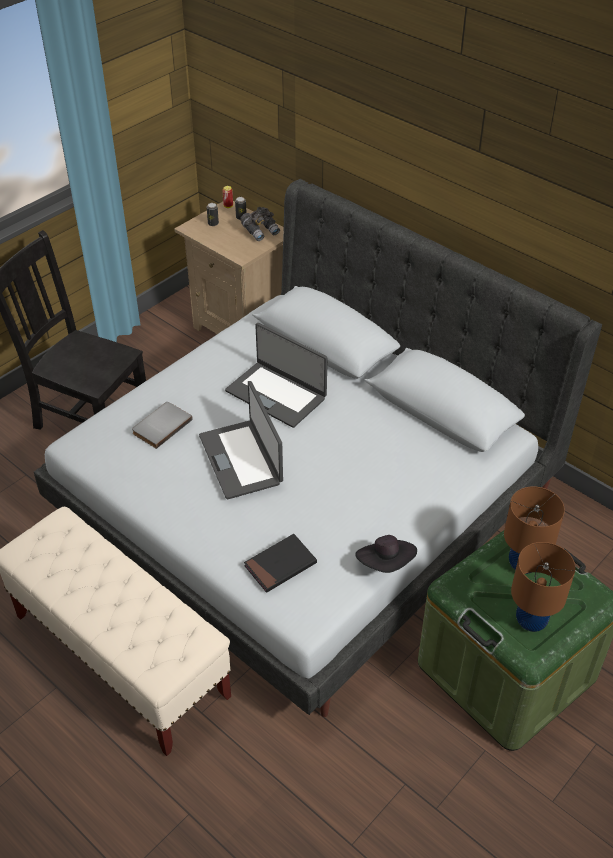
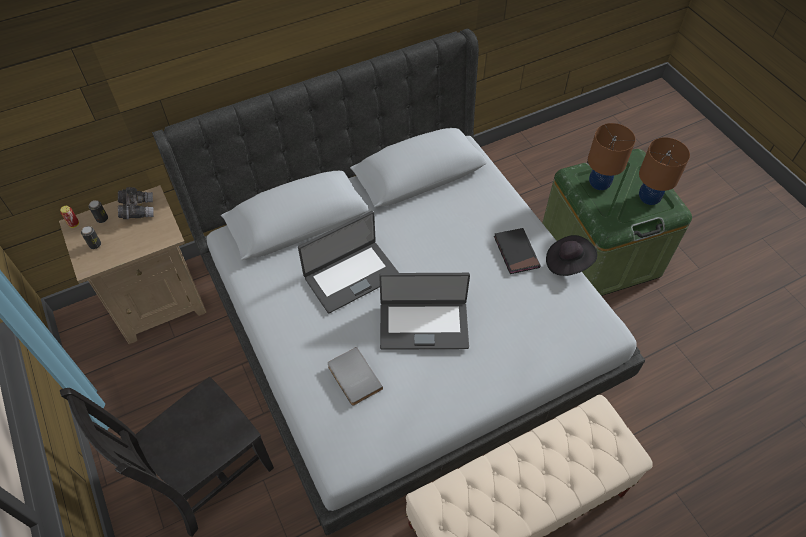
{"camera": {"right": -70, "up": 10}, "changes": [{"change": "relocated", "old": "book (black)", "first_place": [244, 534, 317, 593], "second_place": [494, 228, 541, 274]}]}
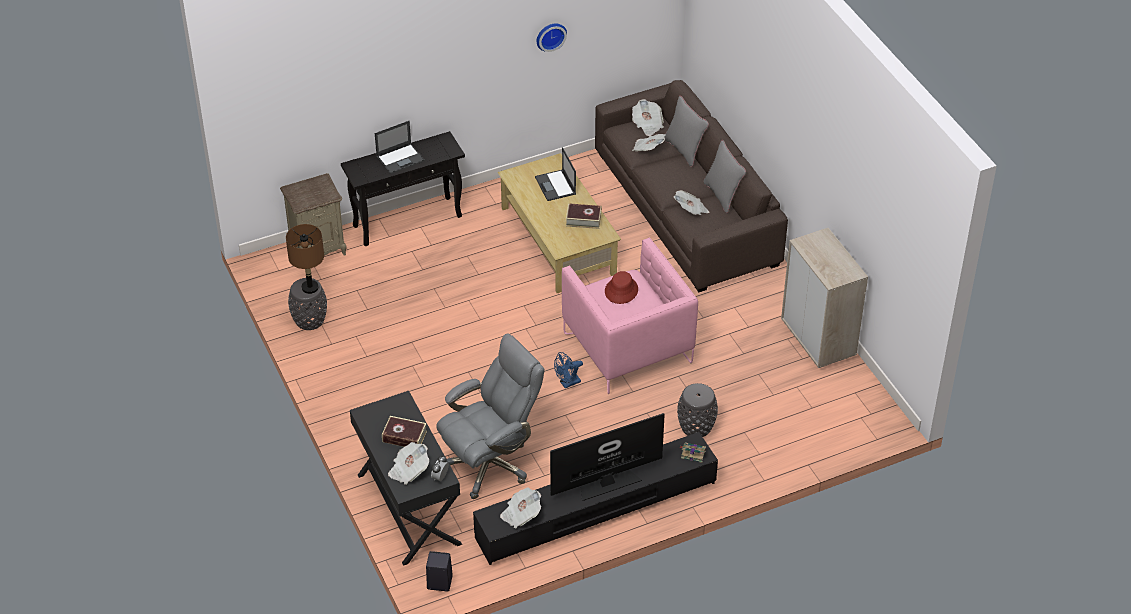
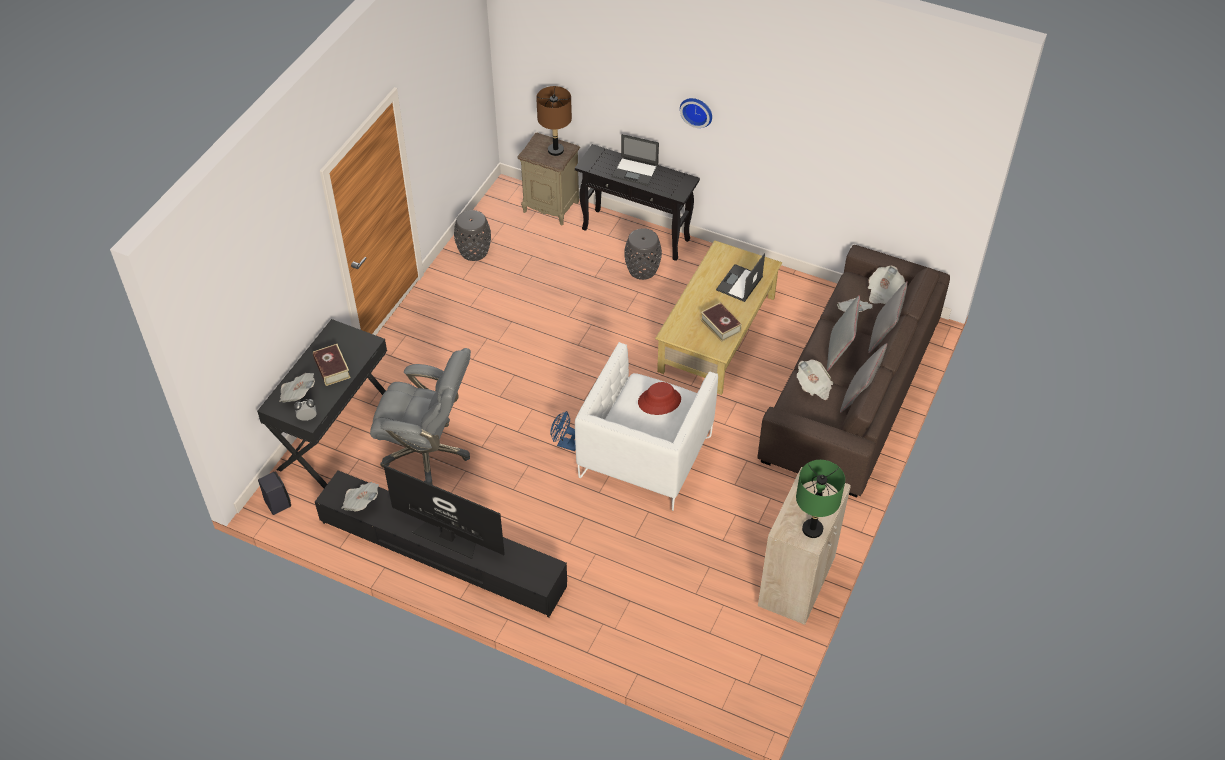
{"camera": {"right": 50, "up": 5}, "changes": [{"change": "relocated", "old": "wall clock", "first_place": [537, 24, 567, 52], "second_place": [680, 98, 712, 128]}, {"change": "relocated", "old": "table lamp (brown)", "first_place": [286, 224, 324, 294], "second_place": [536, 86, 572, 156]}, {"change": "colour", "old": "armchair (pink)", "new": "armchair (white)", "first_place": [562, 238, 698, 394], "second_place": [575, 342, 718, 511]}, {"change": "relocated", "old": "stool (grey)", "first_place": [677, 383, 718, 437], "second_place": [624, 228, 662, 280]}, {"change": "missing", "old": "book", "first_place": [680, 442, 706, 463]}, {"change": "appeared", "new": "pillow (grey)", "second_place": [827, 295, 860, 371]}, {"change": "appeared", "new": "table lamp (green)", "second_place": [796, 460, 845, 538]}]}
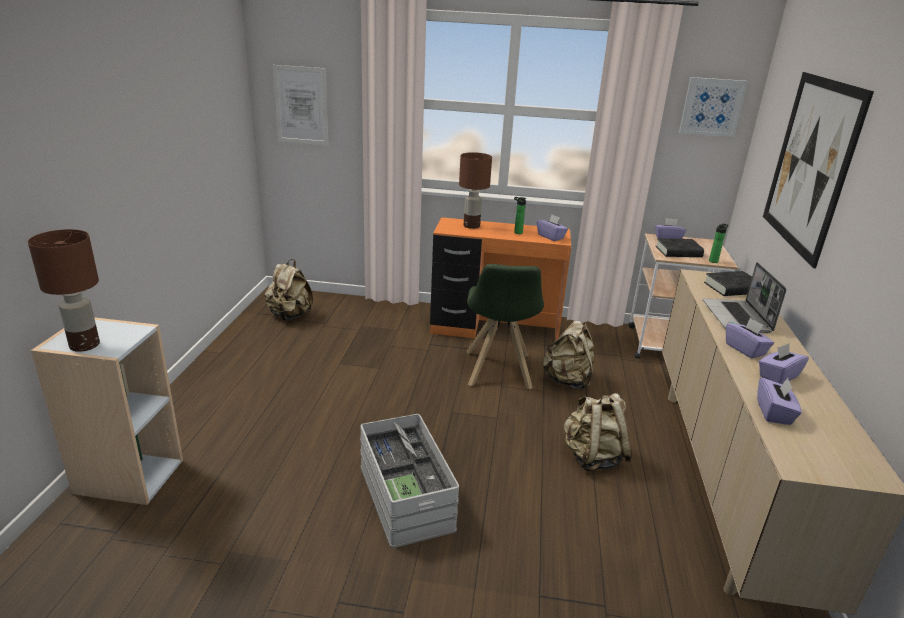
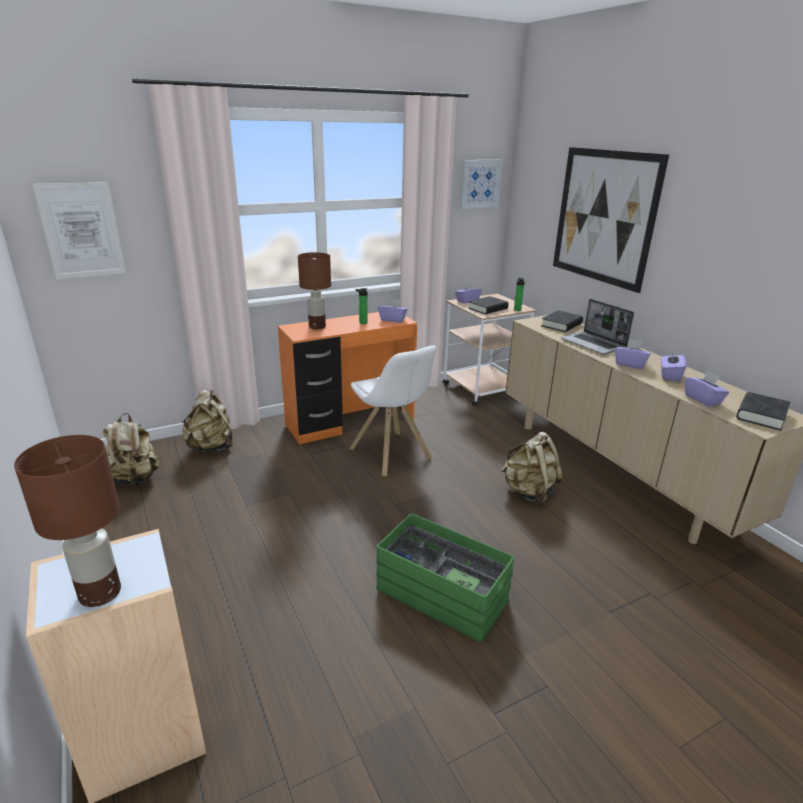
{"camera": {"right": -35, "up": 0}, "changes": [{"change": "colour", "old": "chair (green)", "new": "chair (white)", "first_place": [466, 264, 544, 390], "second_place": [349, 345, 437, 477]}, {"change": "relocated", "old": "backpack (beige)", "first_place": [543, 321, 595, 390], "second_place": [182, 390, 233, 451]}, {"change": "colour", "old": "storage box (grey)", "new": "storage box (green)", "first_place": [360, 414, 459, 548], "second_place": [376, 514, 514, 642]}, {"change": "appeared", "new": "book (black)", "second_place": [736, 392, 790, 431]}]}
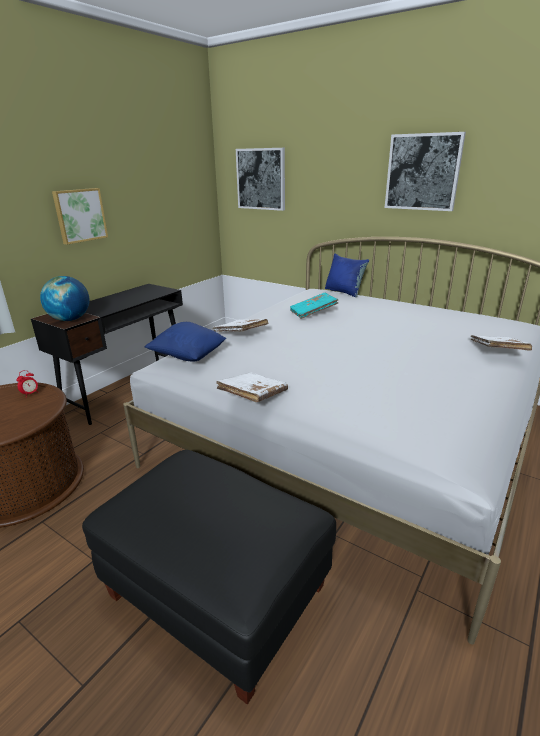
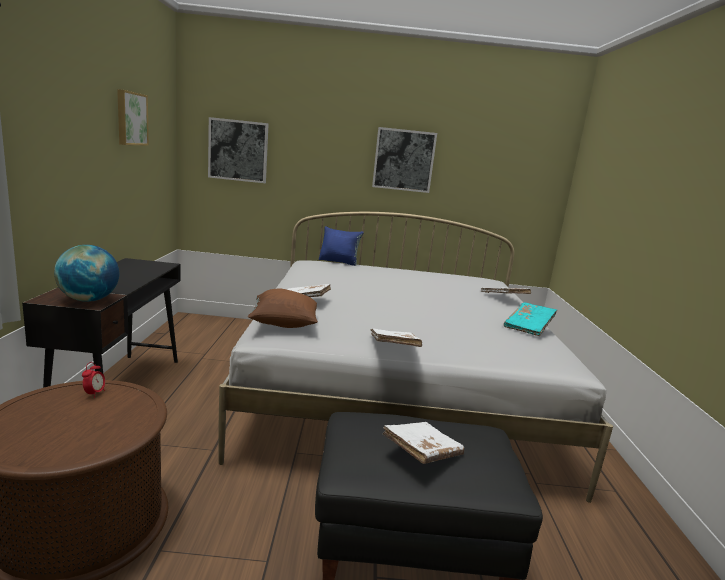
{"camera": {"right": -35, "up": -10}, "changes": [{"change": "relocated", "old": "picture", "first_place": [52, 188, 108, 244], "second_place": [117, 89, 149, 146]}, {"change": "relocated", "old": "book (turquoise)", "first_place": [290, 293, 338, 319], "second_place": [504, 302, 557, 336]}, {"change": "colour", "old": "pillow (blue)", "new": "pillow (brown)", "first_place": [145, 322, 226, 361], "second_place": [248, 288, 318, 328]}, {"change": "appeared", "new": "book (white)", "second_place": [383, 422, 464, 464]}]}
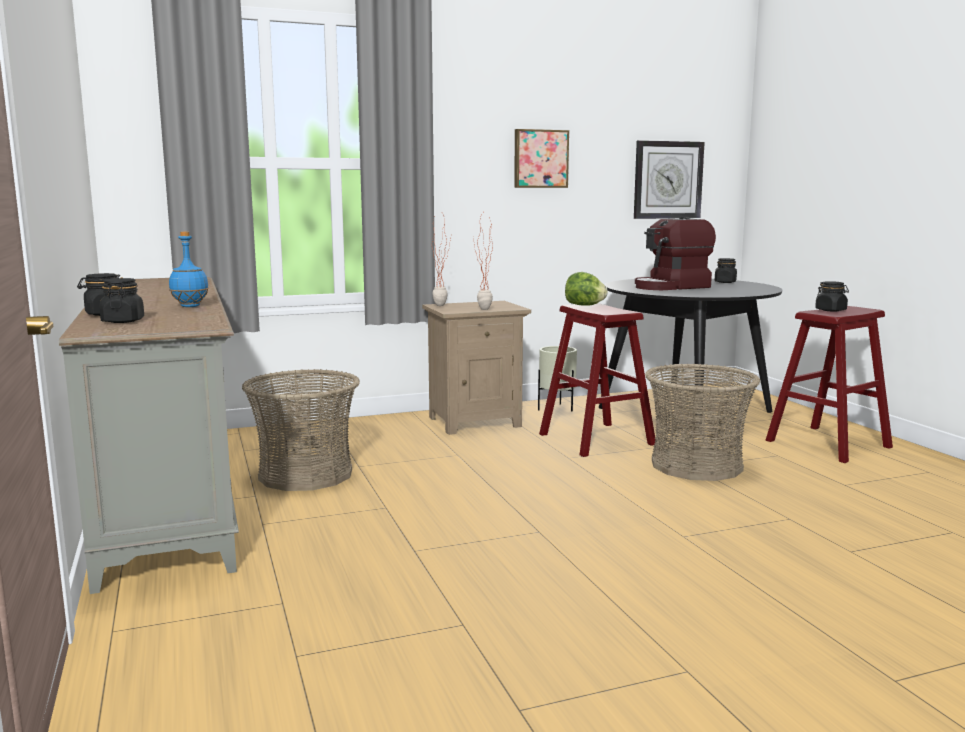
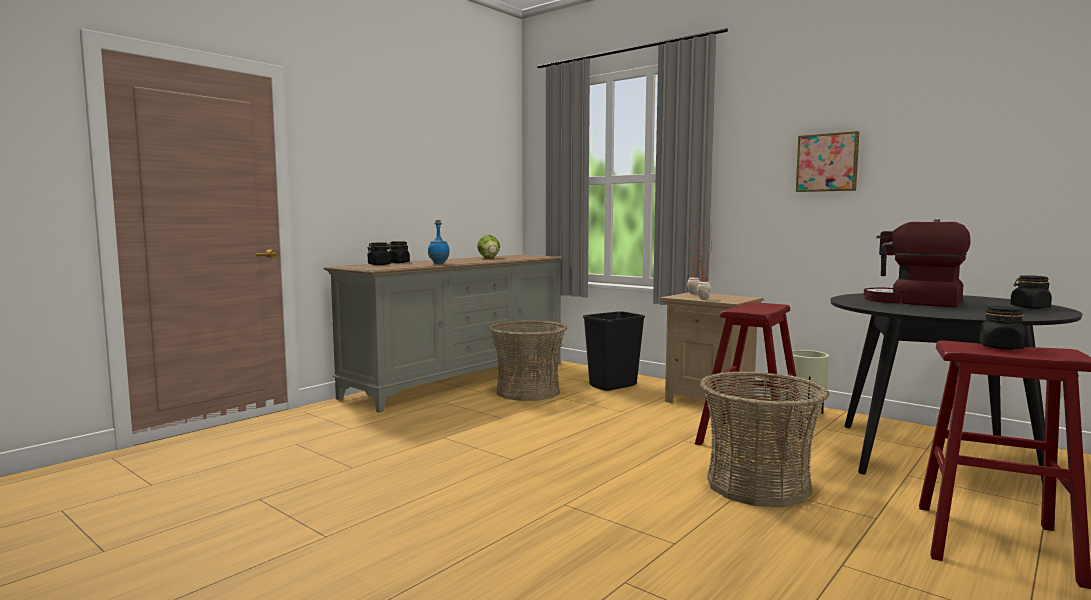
{"camera": {"right": 60, "up": -5}, "changes": [{"change": "missing", "old": "wall clock", "first_place": [634, 140, 705, 219]}, {"change": "relocated", "old": "lettuce", "first_place": [565, 272, 608, 306], "second_place": [477, 235, 500, 258]}, {"change": "appeared", "new": "trash can (black)", "second_place": [583, 311, 645, 391]}]}
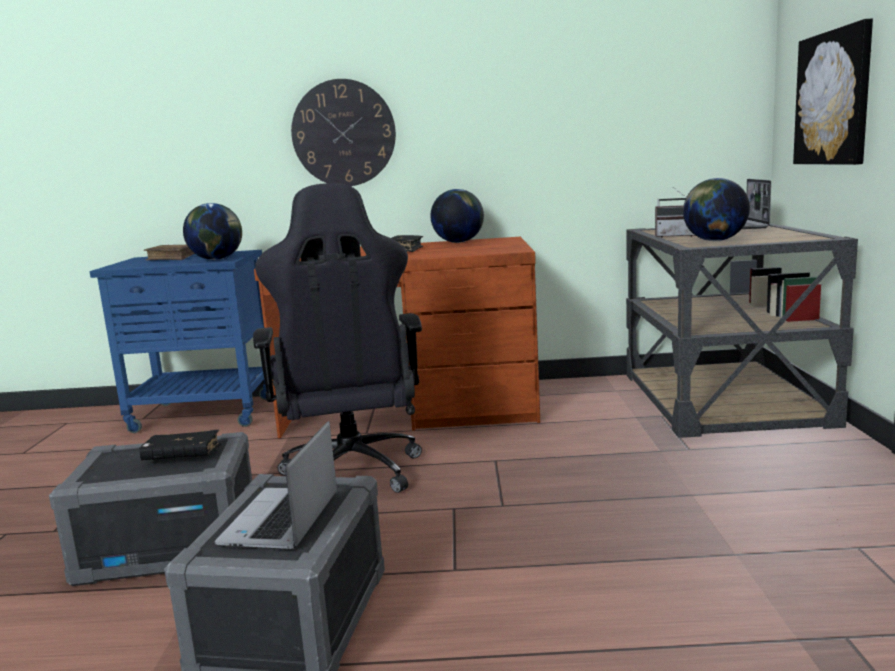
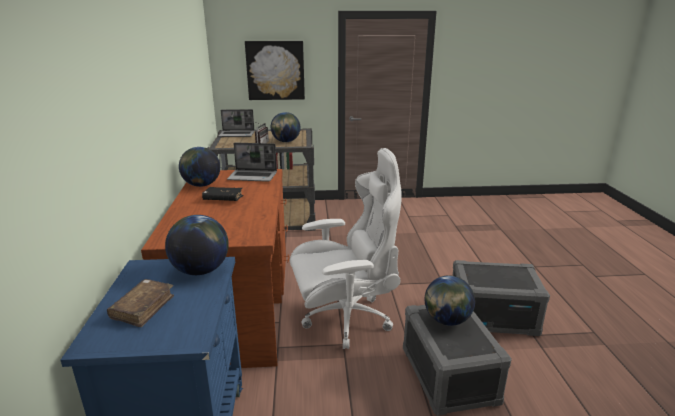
{"camera": {"right": -95, "up": 10}, "changes": [{"change": "missing", "old": "wall clock", "first_place": [291, 79, 396, 186]}, {"change": "colour", "old": "office chair (black)", "new": "office chair (white)", "first_place": [253, 183, 422, 493], "second_place": [290, 148, 401, 349]}, {"change": "relocated", "old": "laptop", "first_place": [215, 421, 337, 550], "second_place": [227, 143, 277, 182]}, {"change": "exchanged", "old": "book (black)", "new": "globe", "first_place": [139, 430, 221, 460], "second_place": [425, 275, 475, 326]}]}
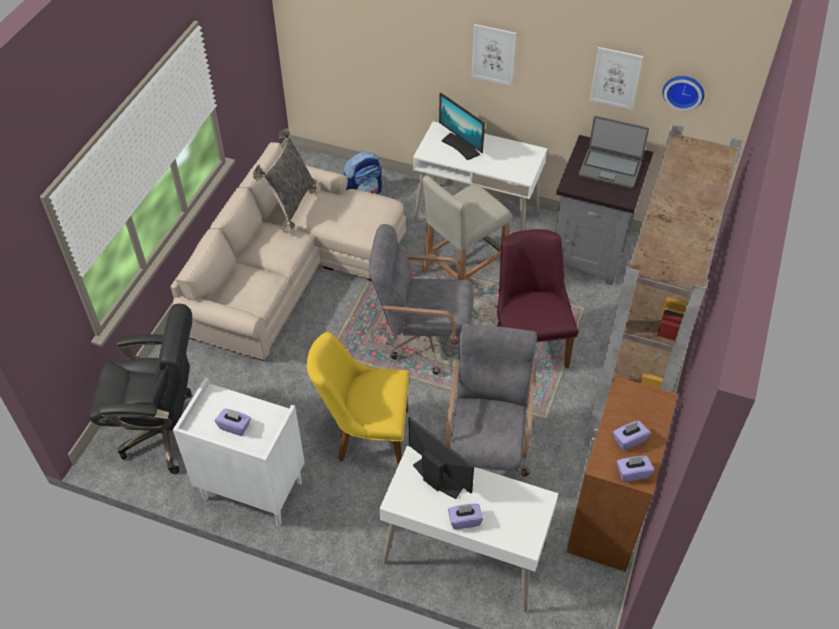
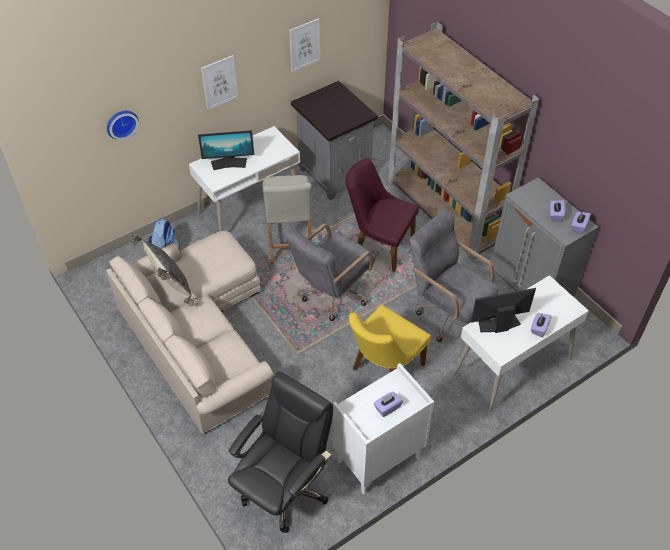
{"camera": {"right": -55, "up": 0}, "changes": [{"change": "relocated", "old": "wall clock", "first_place": [663, 76, 704, 111], "second_place": [107, 111, 139, 140]}, {"change": "missing", "old": "laptop", "first_place": [579, 116, 649, 189]}, {"change": "colour", "old": "cabinet (brown)", "new": "cabinet (grey)", "first_place": [566, 376, 678, 572], "second_place": [491, 177, 599, 297]}]}
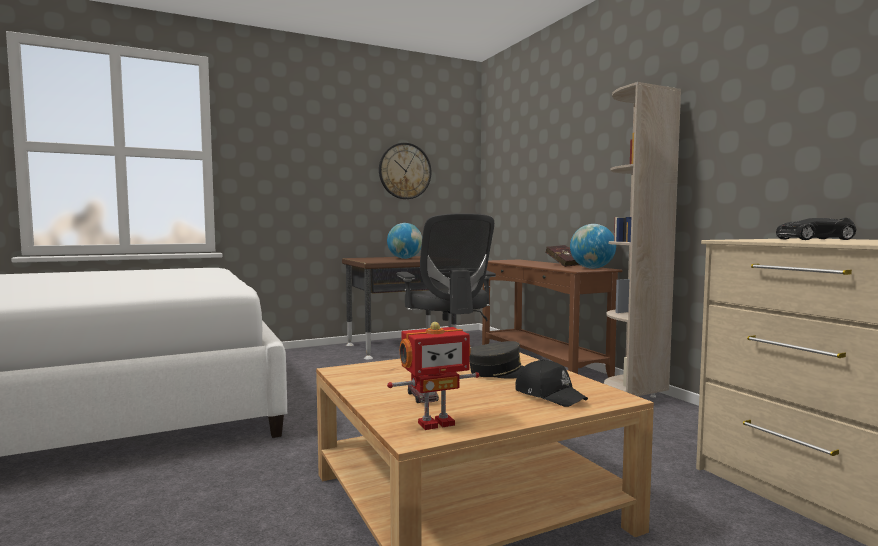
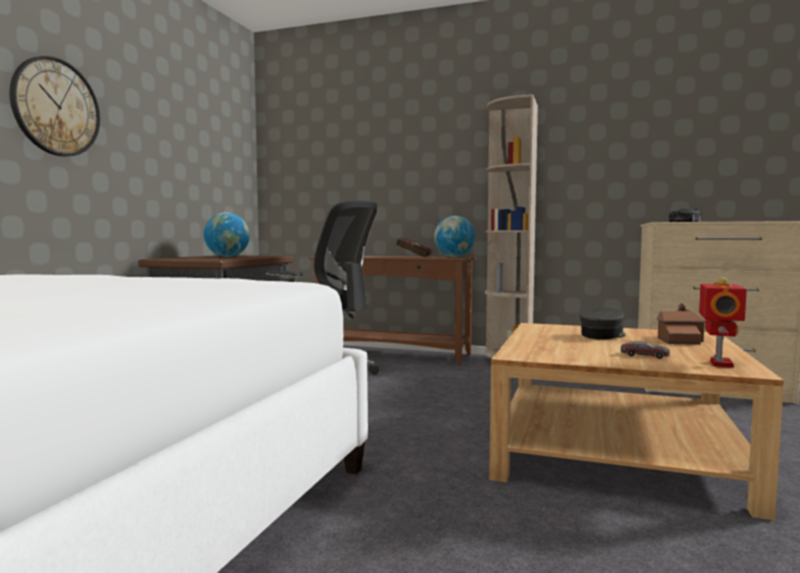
{"camera": {"right": -45, "up": 0}, "changes": [{"change": "relocated", "old": "wall clock", "first_place": [379, 143, 431, 199], "second_place": [9, 56, 100, 156]}, {"change": "exchanged", "old": "cap (black)", "new": "toy house", "first_place": [515, 359, 588, 407], "second_place": [657, 303, 705, 345]}]}
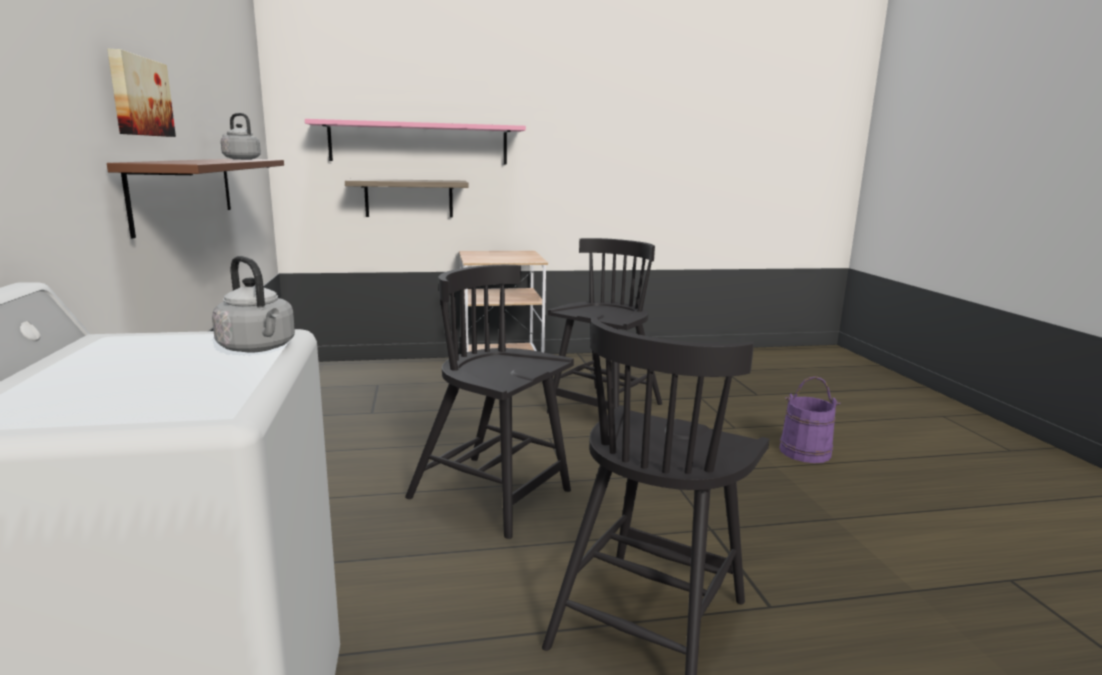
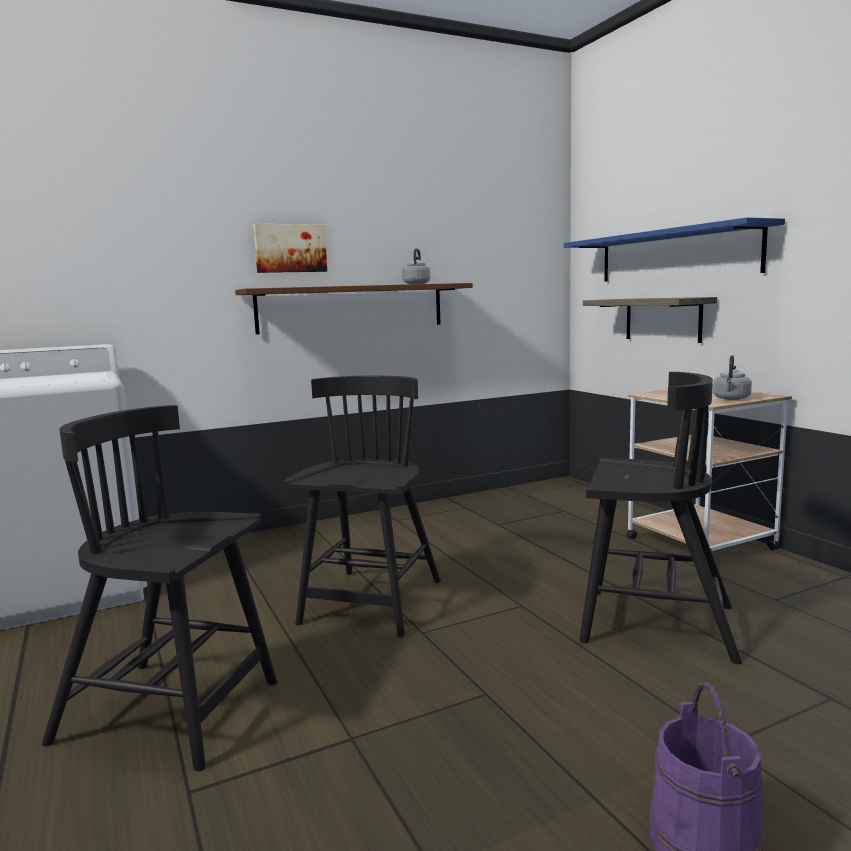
{"camera": {"right": 75, "up": -5}, "changes": [{"change": "colour", "old": "shelf (pink)", "new": "shelf (blue)", "first_place": [305, 119, 526, 165], "second_place": [564, 217, 785, 282]}, {"change": "relocated", "old": "kettle (grey)", "first_place": [212, 256, 295, 352], "second_place": [713, 355, 752, 400]}]}
